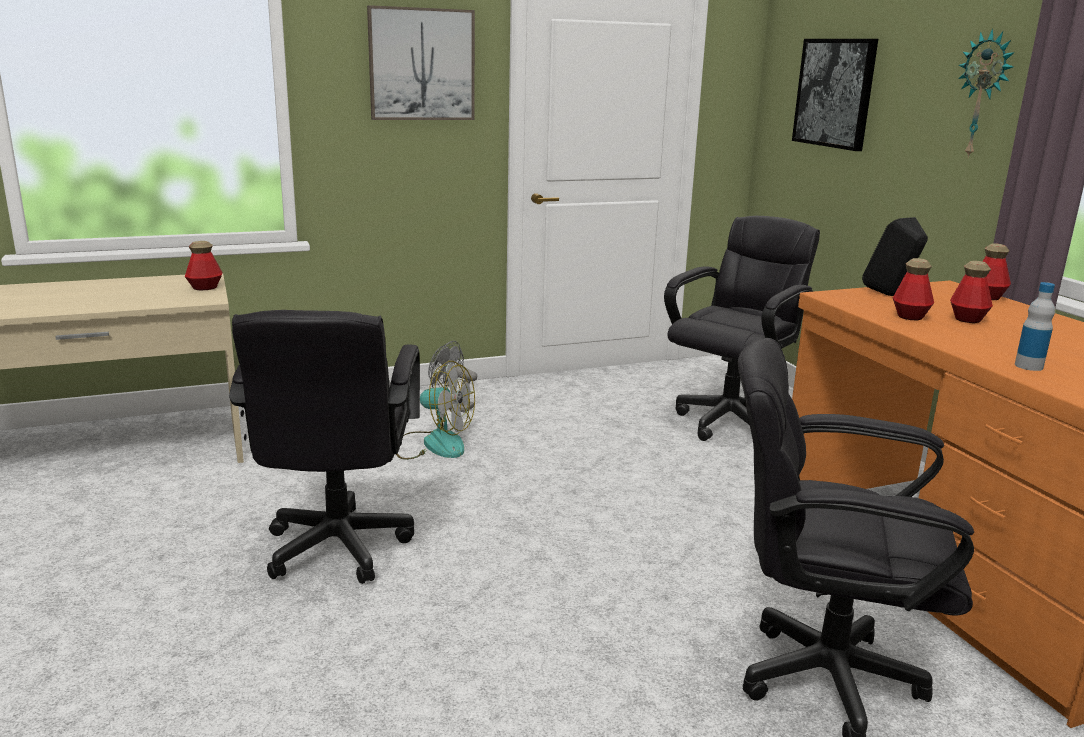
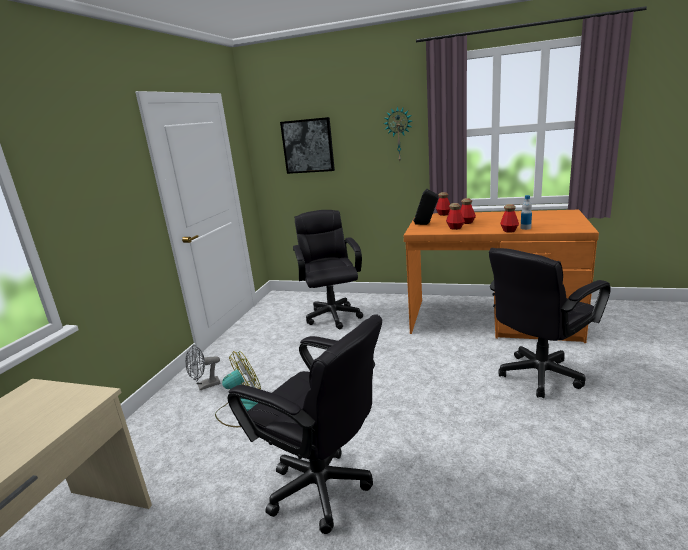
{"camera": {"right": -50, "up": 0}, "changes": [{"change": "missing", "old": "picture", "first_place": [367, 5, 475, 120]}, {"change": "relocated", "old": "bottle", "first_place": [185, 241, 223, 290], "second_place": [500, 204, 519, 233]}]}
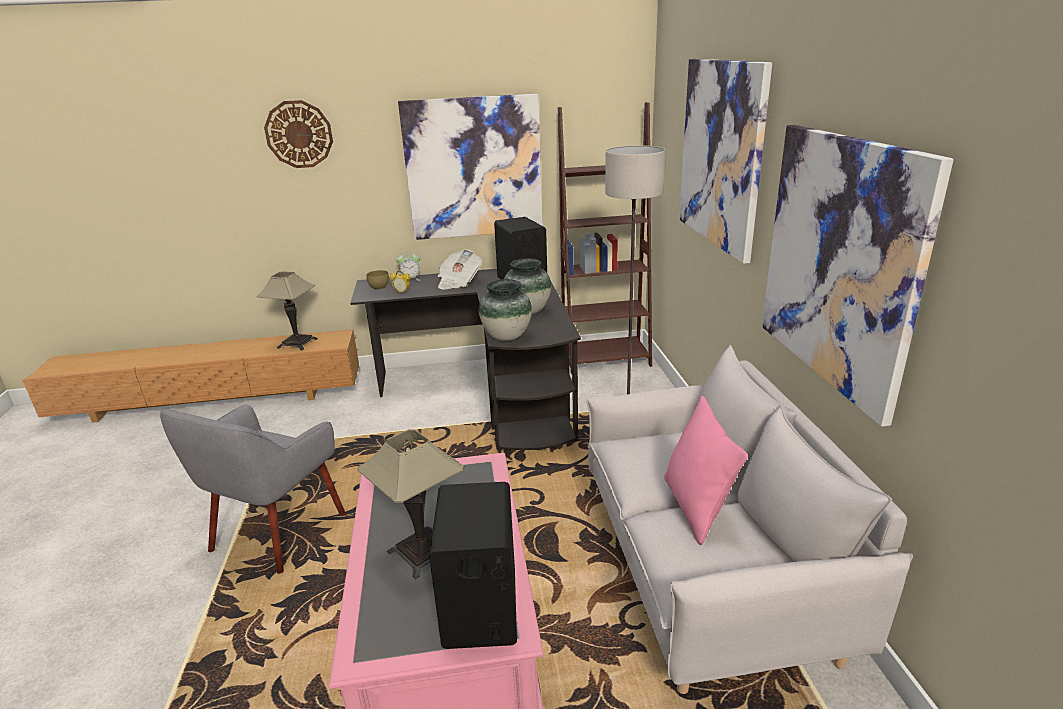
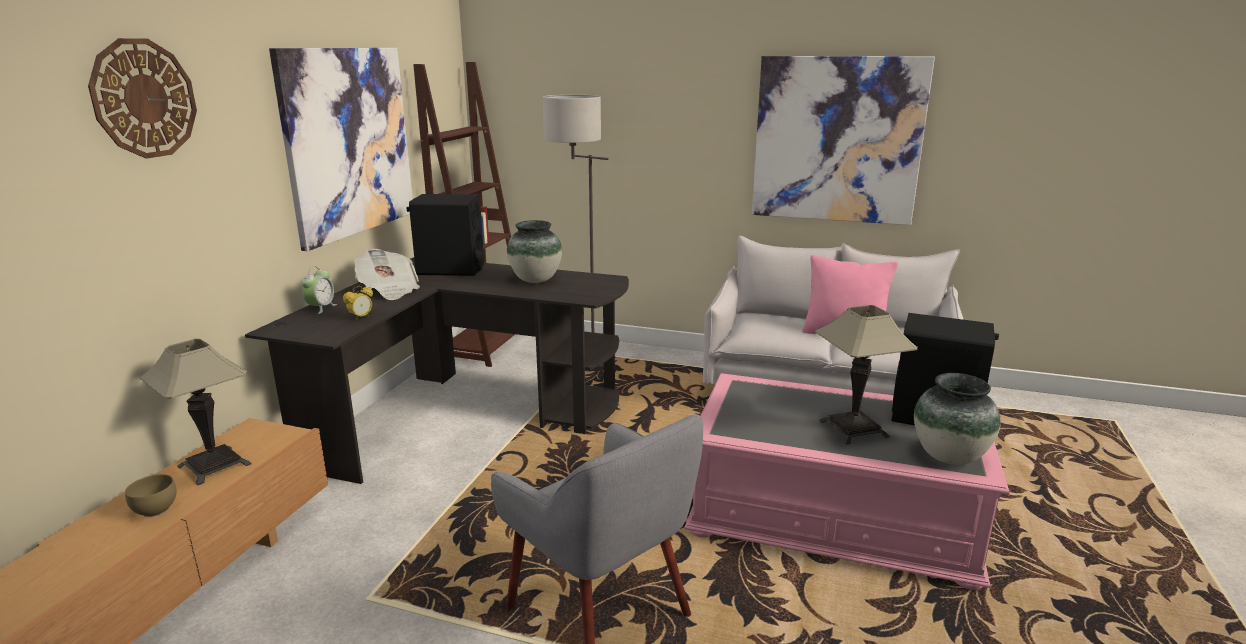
{"camera": {"right": -65, "up": -5}, "changes": [{"change": "missing", "old": "picture", "first_place": [679, 59, 772, 264]}, {"change": "relocated", "old": "bowl (brown)", "first_place": [366, 270, 389, 290], "second_place": [125, 474, 177, 517]}, {"change": "relocated", "old": "vase", "first_place": [479, 279, 532, 341], "second_place": [914, 373, 1001, 465]}]}
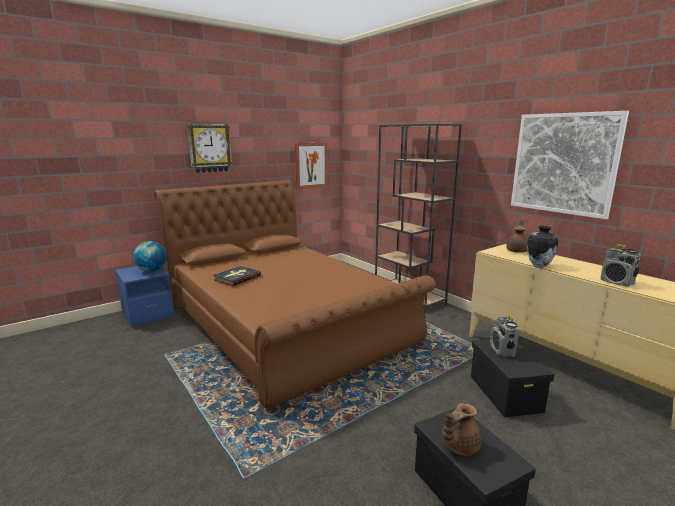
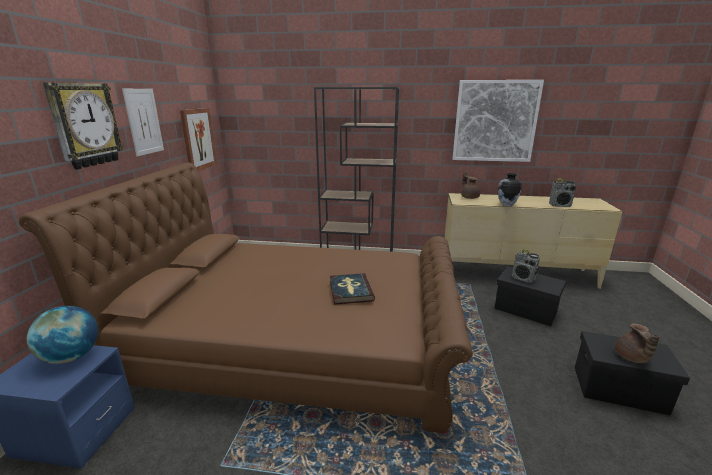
{"camera": {"right": -45, "up": 5}, "changes": [{"change": "relocated", "old": "book", "first_place": [213, 266, 261, 286], "second_place": [330, 273, 375, 305]}, {"change": "appeared", "new": "picture", "second_place": [122, 89, 164, 156]}]}
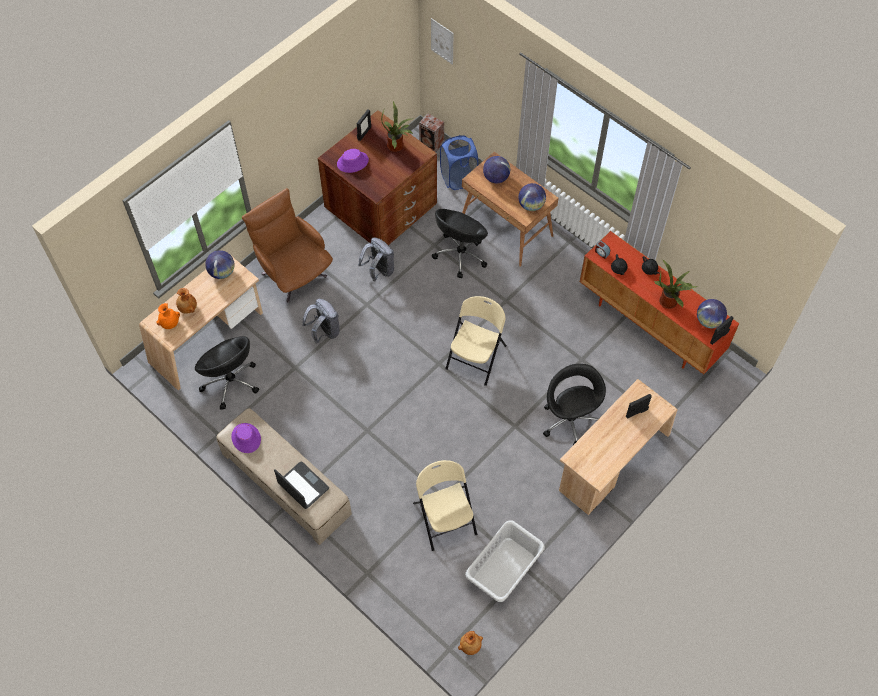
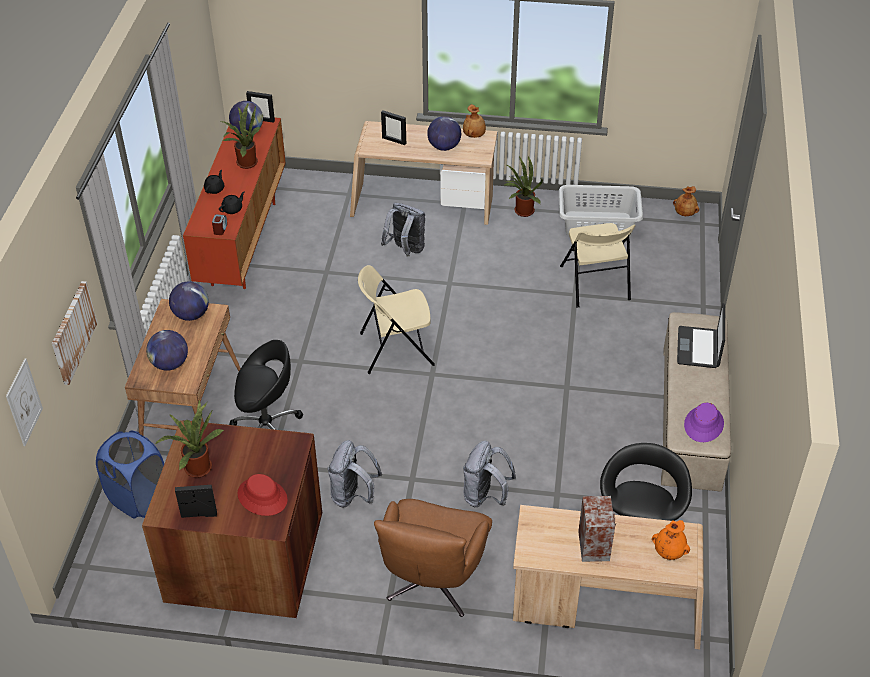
{"camera": {"right": -125, "up": -15}, "changes": [{"change": "relocated", "old": "speaker", "first_place": [419, 113, 444, 152], "second_place": [578, 496, 616, 562]}, {"change": "colour", "old": "hat (purple)", "new": "hat (red)", "first_place": [337, 149, 369, 173], "second_place": [237, 474, 288, 516]}, {"change": "relocated", "old": "globe", "first_place": [205, 250, 235, 279], "second_place": [427, 116, 461, 151]}, {"change": "relocated", "old": "vase (brown)", "first_place": [176, 288, 197, 313], "second_place": [463, 104, 486, 138]}, {"change": "exchanged", "old": "office chair (black)", "new": "backpack (grey)", "first_place": [543, 364, 606, 445], "second_place": [381, 203, 425, 256]}, {"change": "spun", "old": "chair (beige)", "first_place": [413, 460, 478, 551], "second_place": [560, 223, 636, 308], "degrees": -45}, {"change": "appeared", "new": "potted plant", "second_place": [504, 156, 543, 217]}, {"change": "appeared", "new": "picture", "second_place": [52, 281, 97, 385]}]}
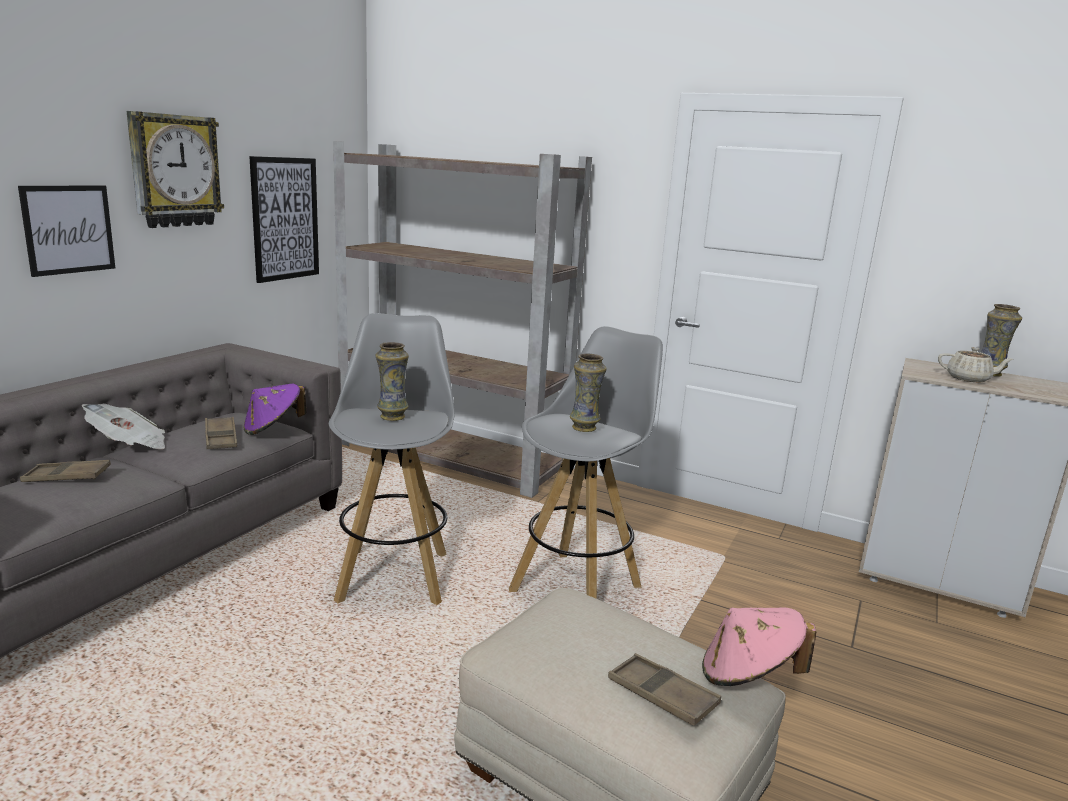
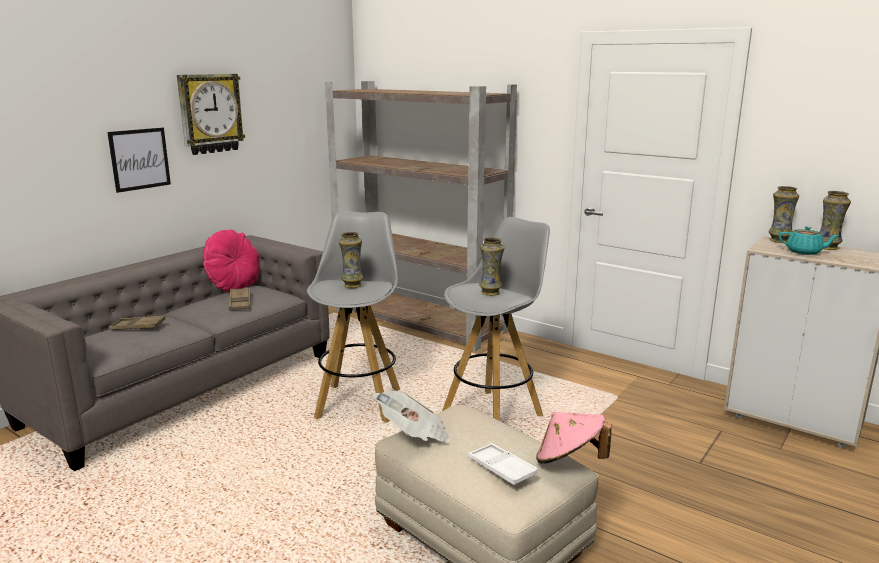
{"camera": {"right": 10, "up": 0}, "changes": [{"change": "missing", "old": "picture", "first_place": [249, 156, 319, 283]}, {"change": "colour", "old": "teapot (beige)", "new": "teapot (turquoise)", "first_place": [938, 347, 1013, 382], "second_place": [778, 226, 840, 255]}, {"change": "missing", "old": "hat (purple)", "first_place": [244, 384, 306, 435]}, {"change": "relocated", "old": "newspaper", "first_place": [82, 404, 165, 449], "second_place": [374, 390, 451, 443]}, {"change": "colour", "old": "tray (brown)", "new": "tray (white)", "first_place": [608, 653, 721, 726], "second_place": [468, 443, 538, 485]}, {"change": "appeared", "new": "vase", "second_place": [769, 186, 799, 243]}, {"change": "appeared", "new": "pillow (pink)", "second_place": [203, 230, 260, 292]}]}
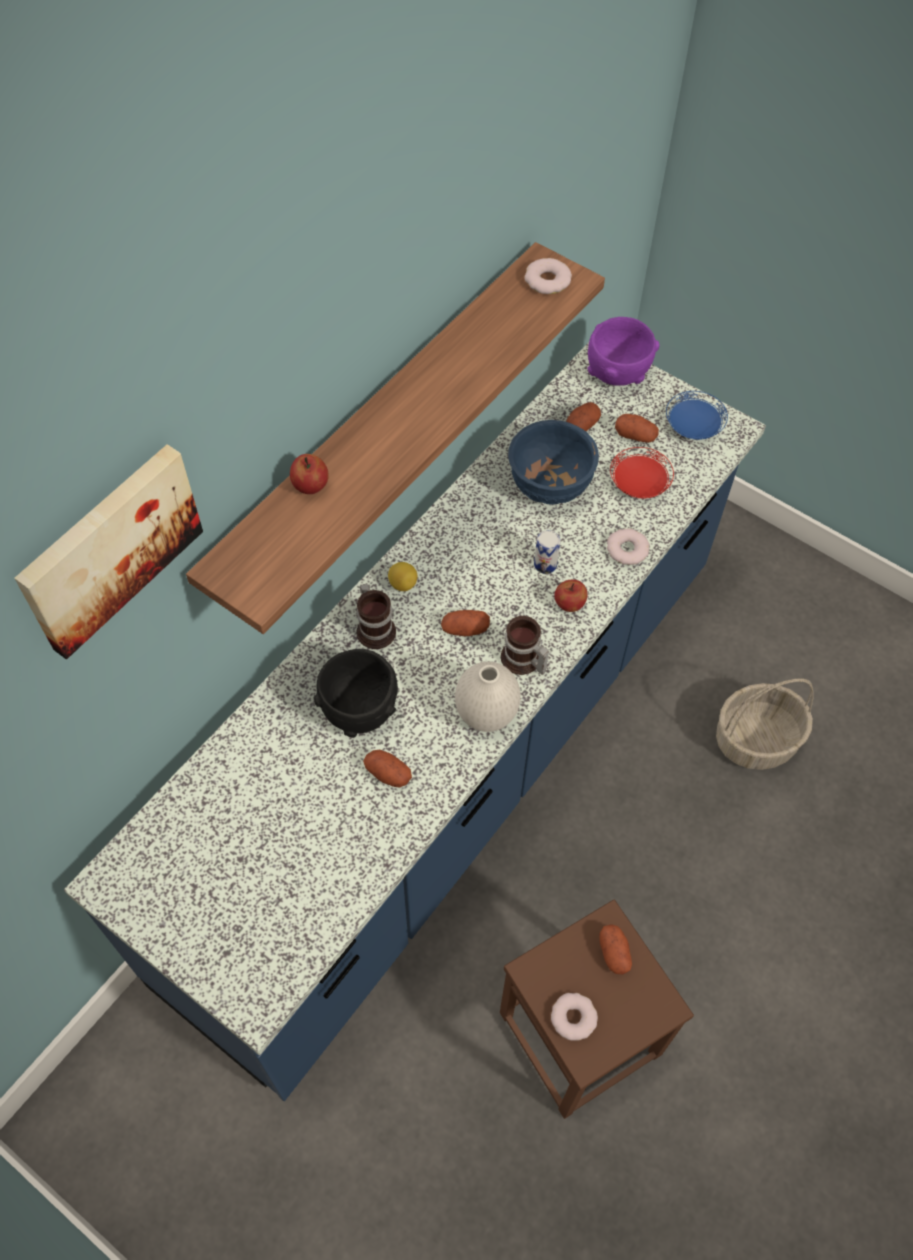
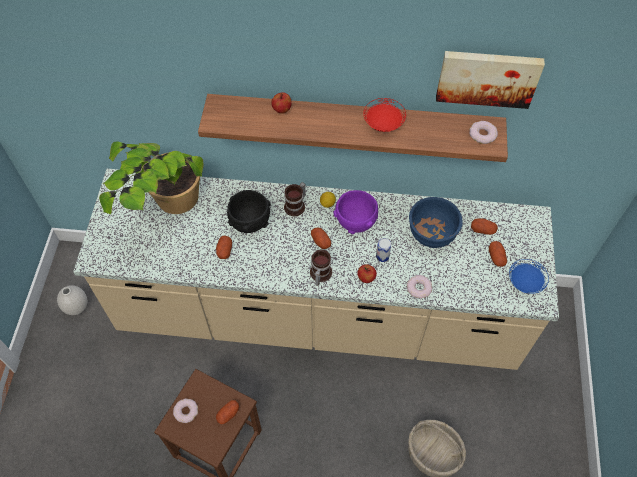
{"camera": {"right": 60, "up": 0}, "changes": [{"change": "relocated", "old": "bowl (purple)", "first_place": [588, 317, 659, 386], "second_place": [333, 190, 378, 234]}, {"change": "colour", "old": "counter (blue)", "new": "counter (beige)", "first_place": [64, 342, 766, 1101], "second_place": [73, 169, 559, 370]}, {"change": "relocated", "old": "picture", "first_place": [14, 444, 203, 659], "second_place": [436, 51, 545, 109]}, {"change": "relocated", "old": "plate (red)", "first_place": [610, 447, 674, 498], "second_place": [363, 98, 406, 132]}, {"change": "relocated", "old": "vase (white)", "first_place": [455, 661, 521, 732], "second_place": [57, 285, 87, 315]}, {"change": "appeared", "new": "potted plant", "second_place": [99, 141, 204, 214]}]}
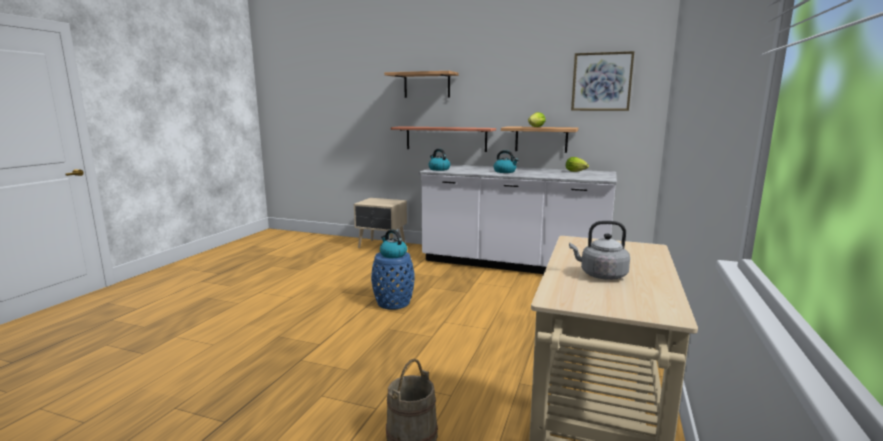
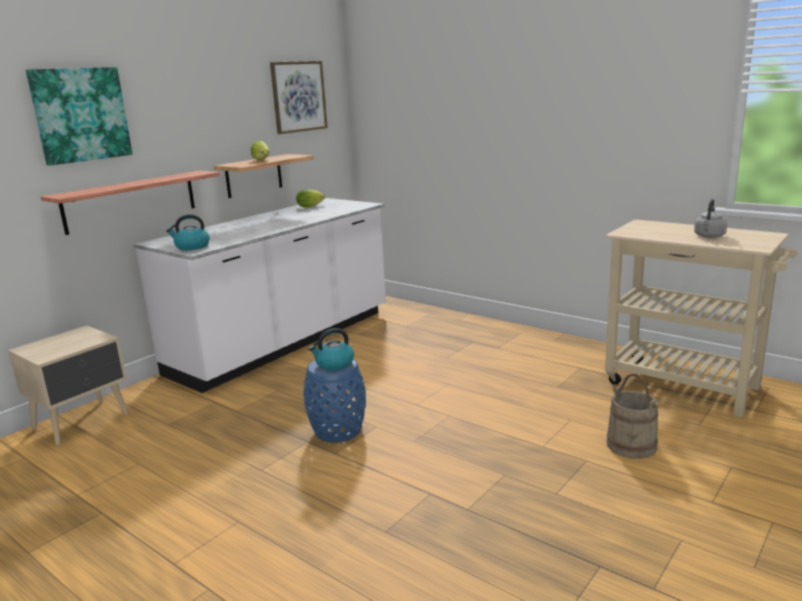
{"camera": {"right": -70, "up": 5}, "changes": [{"change": "exchanged", "old": "shelf", "new": "picture", "first_place": [384, 71, 459, 98], "second_place": [26, 67, 133, 166]}, {"change": "missing", "old": "kettle", "first_place": [494, 150, 519, 173]}]}
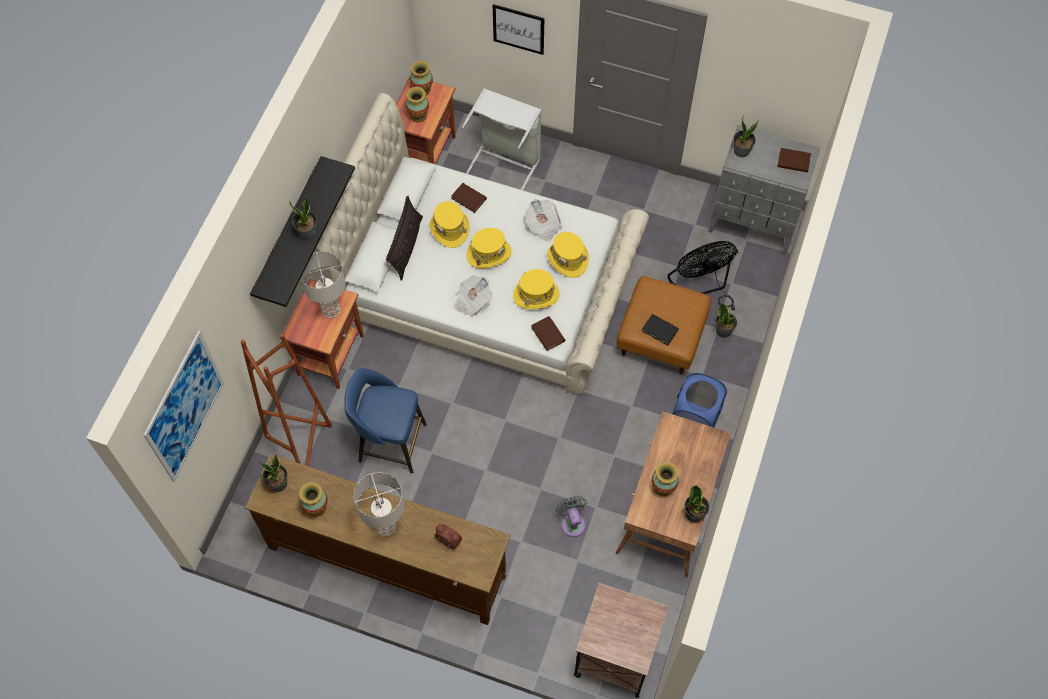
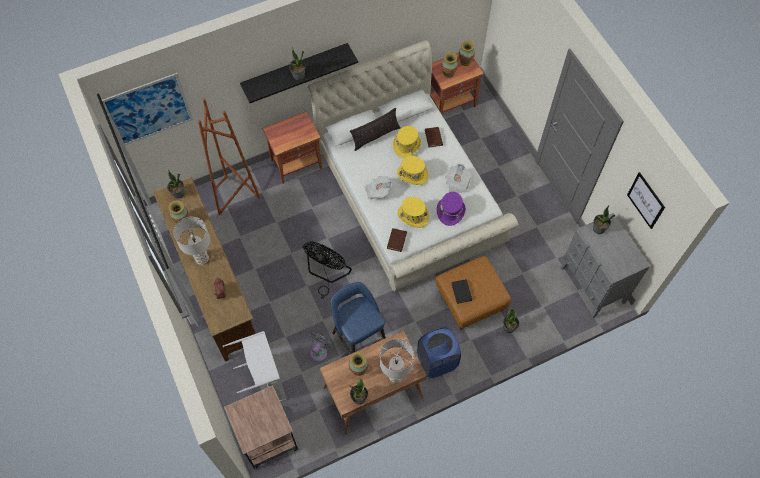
{"camera": {"right": 45, "up": 0}, "changes": [{"change": "relocated", "old": "picture", "first_place": [493, 4, 545, 55], "second_place": [627, 172, 665, 229]}, {"change": "relocated", "old": "laundry basket (grey)", "first_place": [462, 88, 541, 190], "second_place": [223, 331, 287, 401]}, {"change": "missing", "old": "book (brown)", "first_place": [777, 148, 811, 172]}, {"change": "colour", "old": "hat (yellow)", "new": "hat (purple)", "first_place": [547, 232, 589, 278], "second_place": [437, 192, 466, 226]}, {"change": "relocated", "old": "fan (black)", "first_place": [668, 241, 739, 310], "second_place": [302, 241, 352, 299]}, {"change": "relocated", "old": "table lamp (white)", "first_place": [301, 251, 345, 318], "second_place": [380, 339, 414, 383]}, {"change": "relocated", "old": "stool (blue)", "first_place": [344, 368, 427, 474], "second_place": [331, 282, 386, 354]}]}
